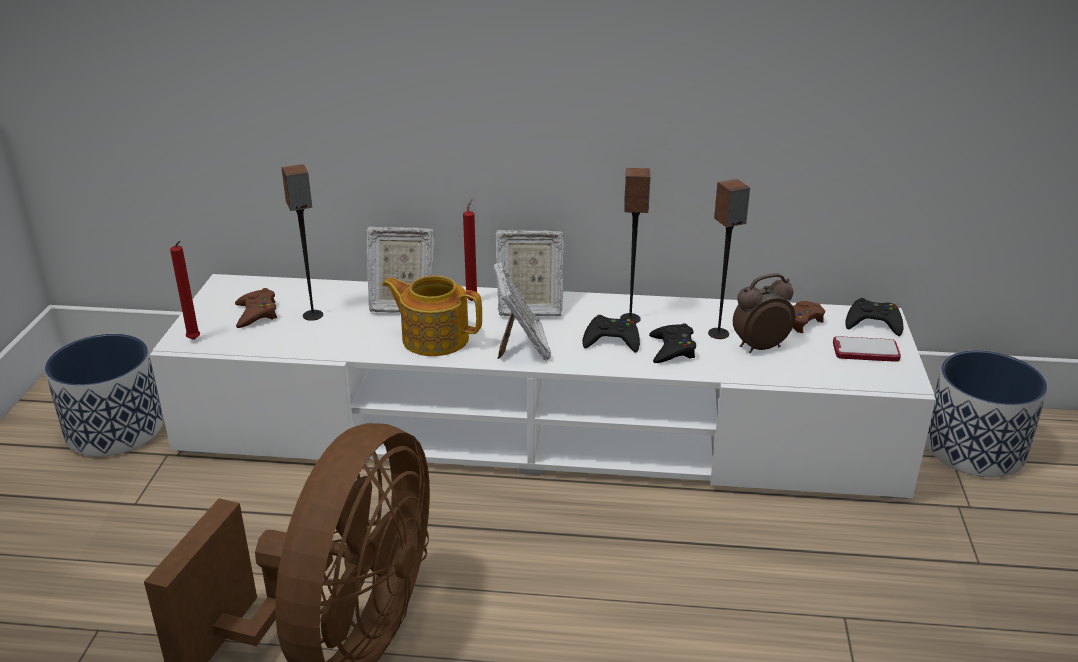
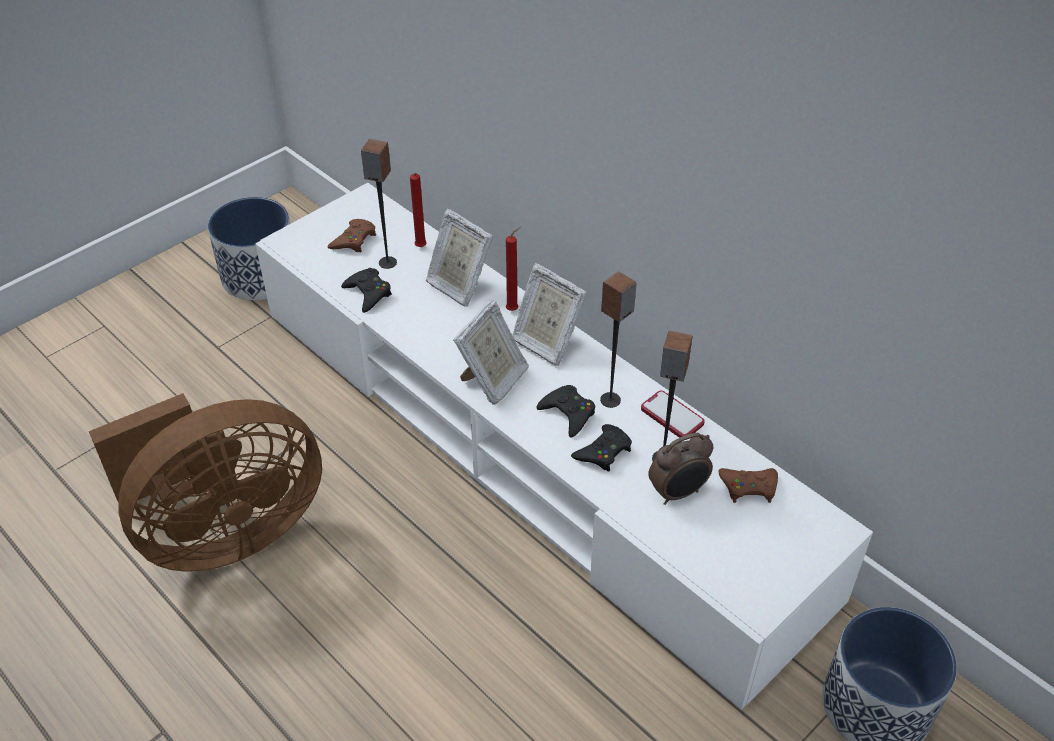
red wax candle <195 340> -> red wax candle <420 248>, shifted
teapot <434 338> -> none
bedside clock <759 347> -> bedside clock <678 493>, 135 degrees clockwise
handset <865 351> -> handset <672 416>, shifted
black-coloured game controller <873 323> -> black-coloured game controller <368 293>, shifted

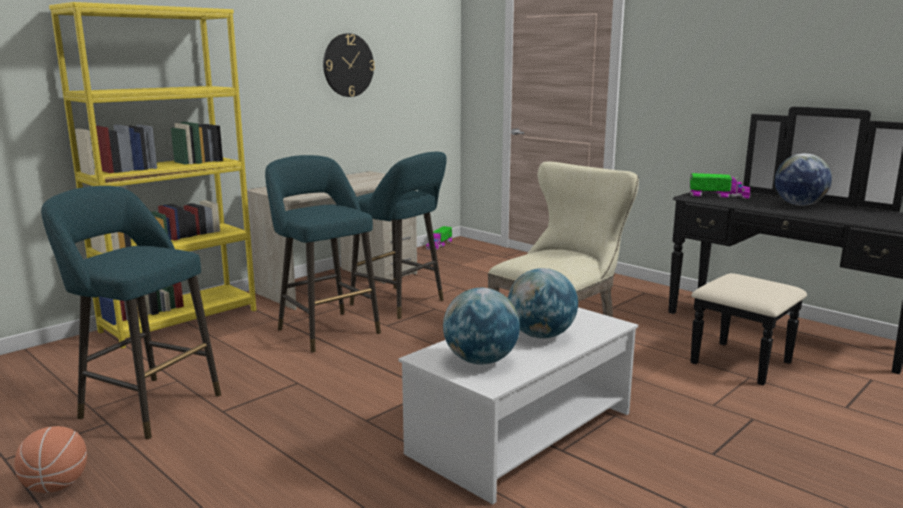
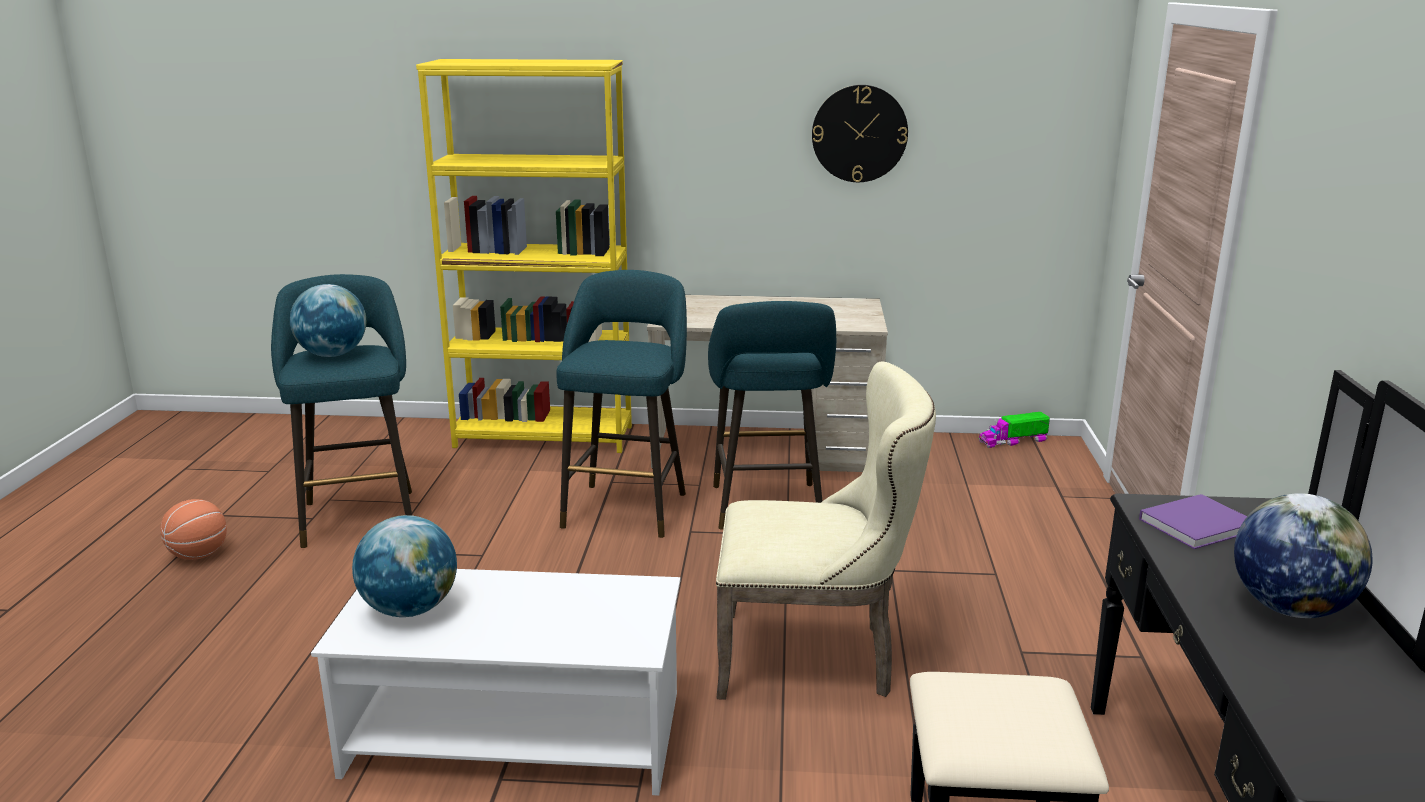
desk globe <541 335> -> desk globe <333 355>, shifted
toy lorry <718 196> -> purple-coloured book <1199 524>

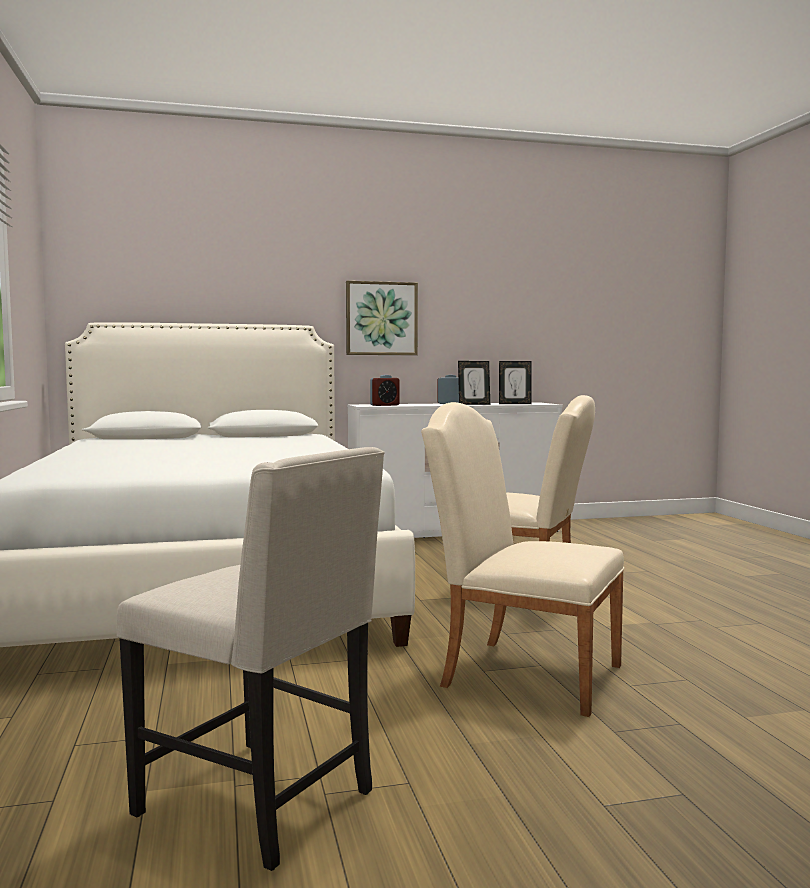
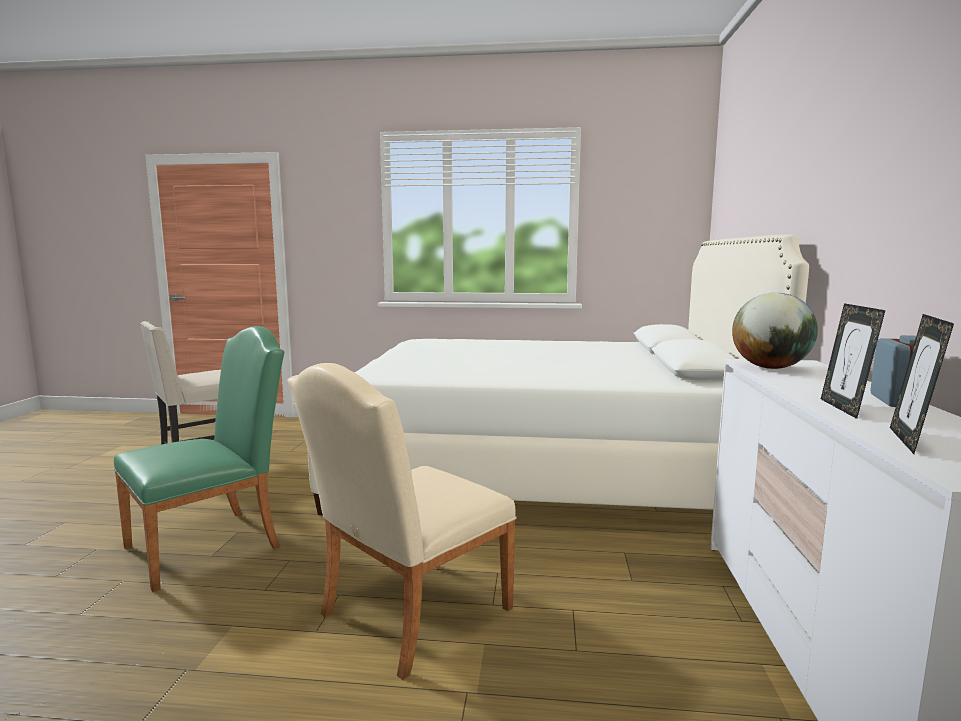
wall picture <381 318> -> none
bedside clock <384 405> -> desk globe <770 368>
beige-coloured plain chair <520 672> -> greenish plain chair <213 543>

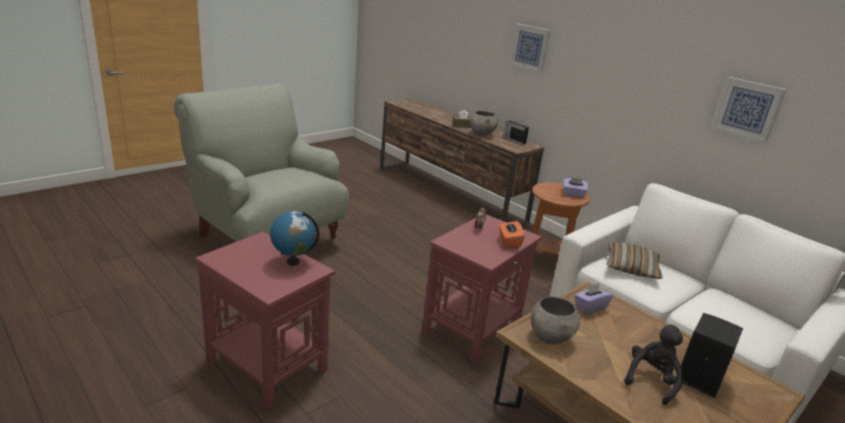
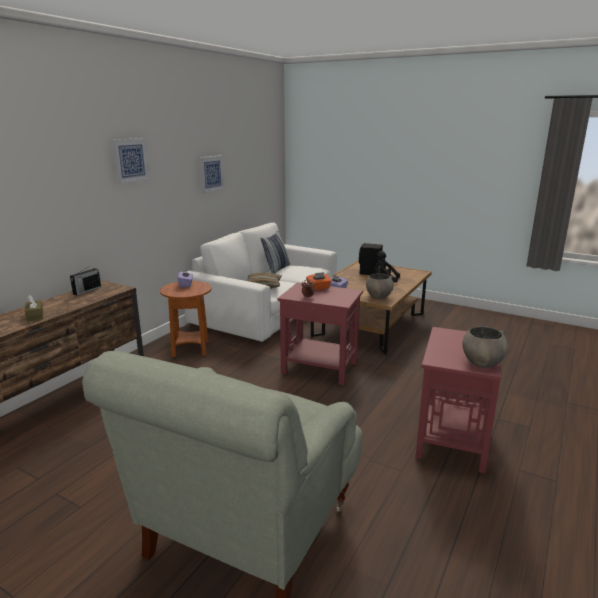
desk globe <293 261> -> none
greyish serving bowl <482 134> -> greyish serving bowl <482 362>, shifted
wall picture <530 47> -> wall picture <130 160>, shifted
none -> pillow <276 269>

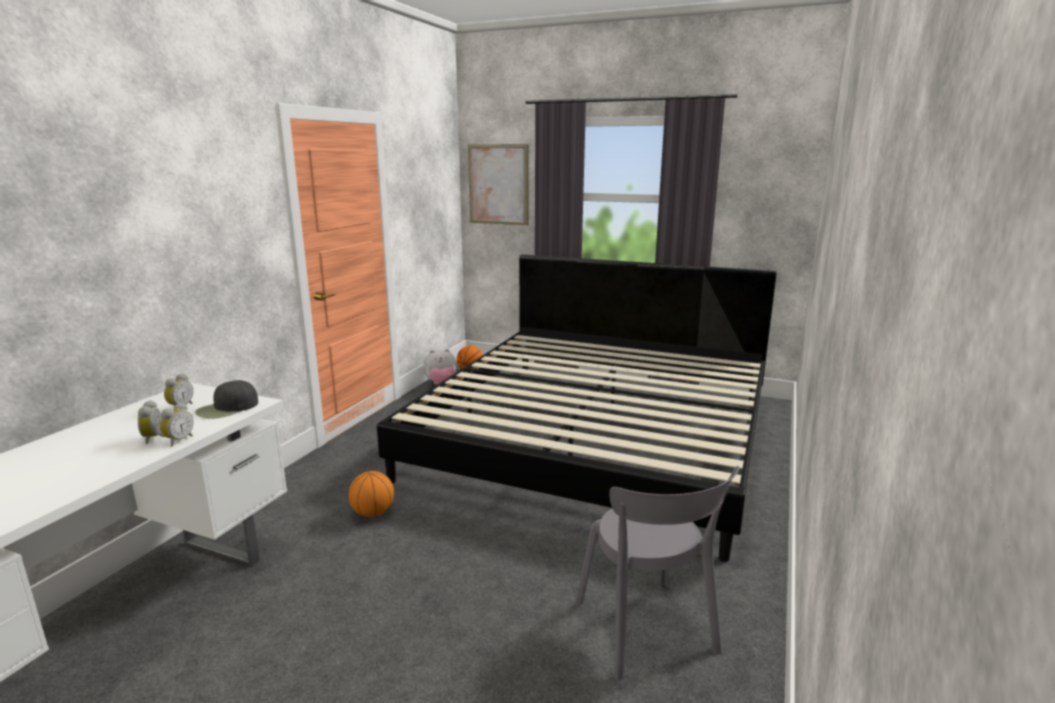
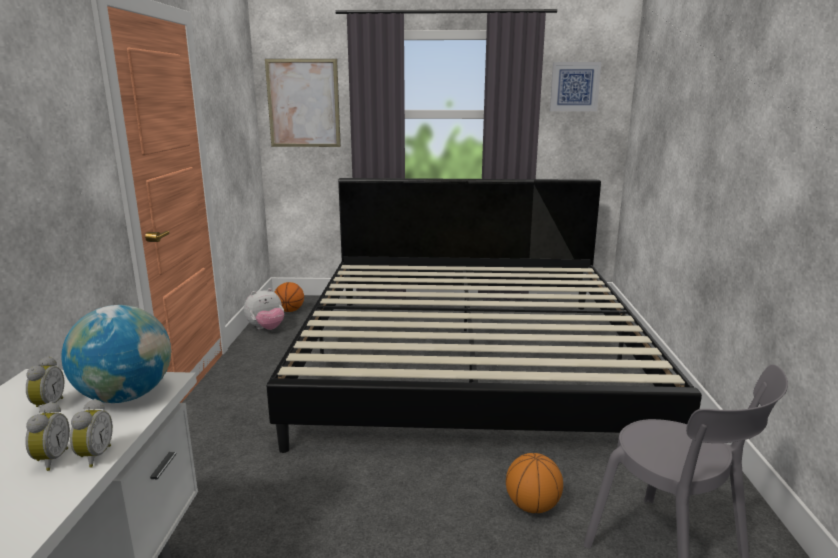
bedside clock <155 438> -> bedside clock <50 460>, 150 degrees counterclockwise
black-coloured baseball cap <227 408> -> desk globe <126 396>
ball for basketball <373 513> -> ball for basketball <532 506>, shifted
none -> wall picture <574 87>

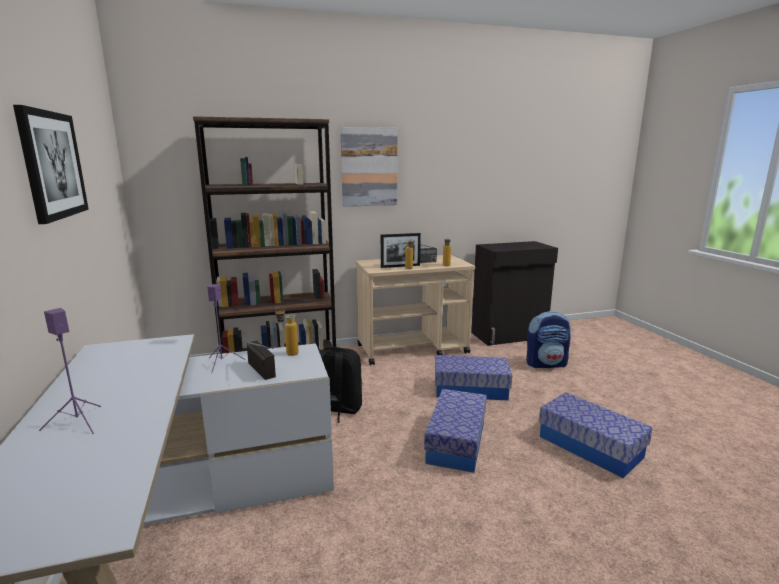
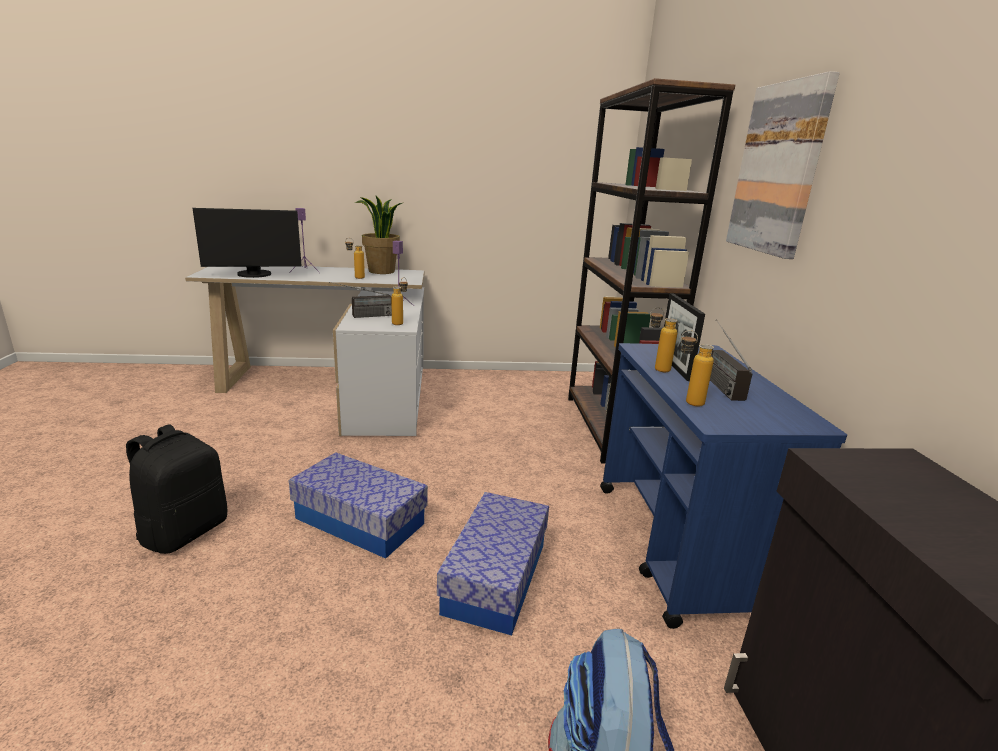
wall picture <52 165> -> none
black-coloured rucksack <337 409> -> black-coloured rucksack <184 531>, shifted
beige-coloured cart <413 349> -> blue cart <679 547>
storage bin <590 447> -> none
none -> monitor <254 275>
none -> bottle <355 277>
none -> plant in a pot <381 271>

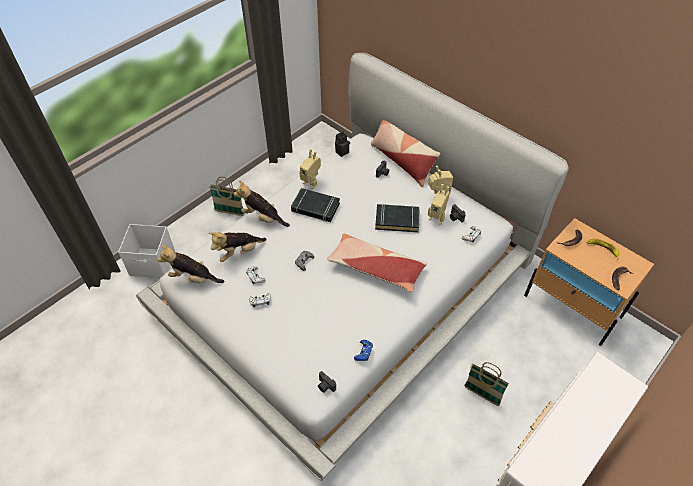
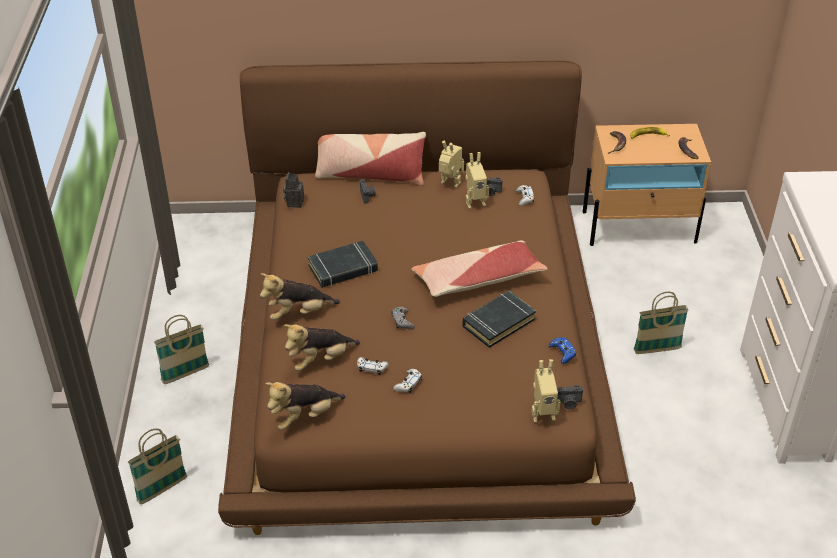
white-coloured storage bin <153 263> -> basket <162 489>
white-coloured bedroom bed <346 285> -> brown bedroom bed <418 351>
cuddly toy <239 252> -> cuddly toy <321 360>, 45 degrees clockwise
model robot <311 182> -> model robot <542 413>, shifted
black-coloured book <397 220> -> black-coloured book <498 322>, shifted

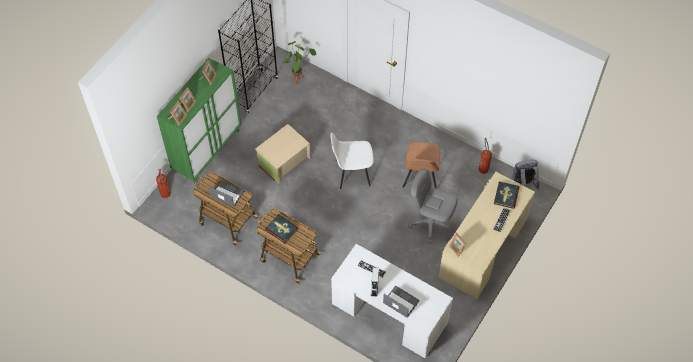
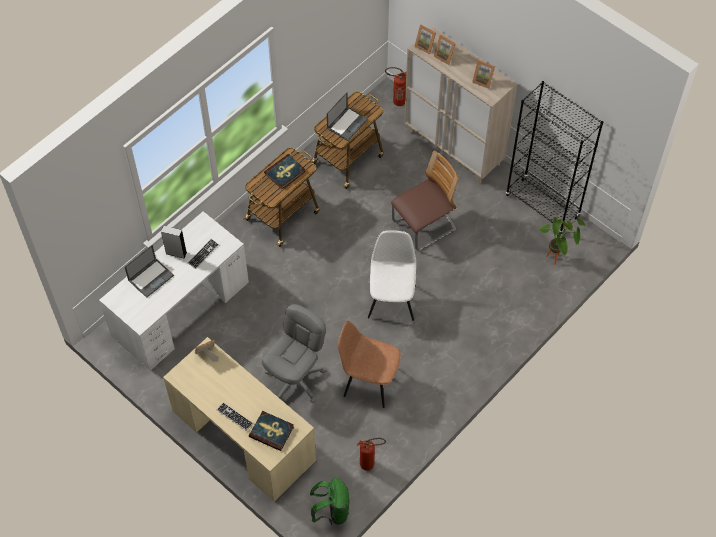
greenish cabinet <207 151> -> beige-coloured cabinet <454 148>
beige-coloured storage bin <283 161> -> plain chair <424 226>
greyish rucksack <522 184> -> greenish rucksack <332 511>

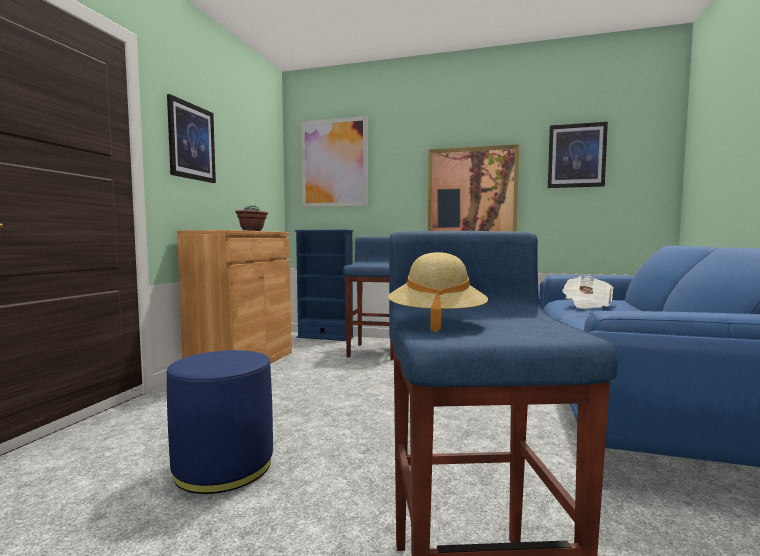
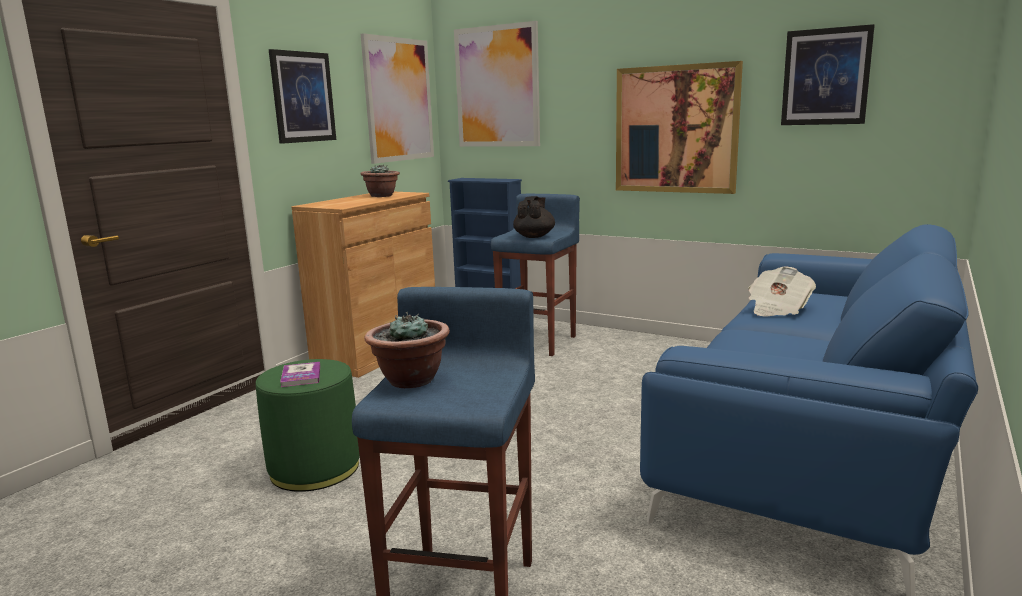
blue pouffe <224 466> -> greenish pouffe <315 468>
beige-coloured hat <436 321> -> plant in a pot <410 380>
none -> book <301 376>
none -> wall picture <398 100>
none -> black-coloured teapot <534 236>

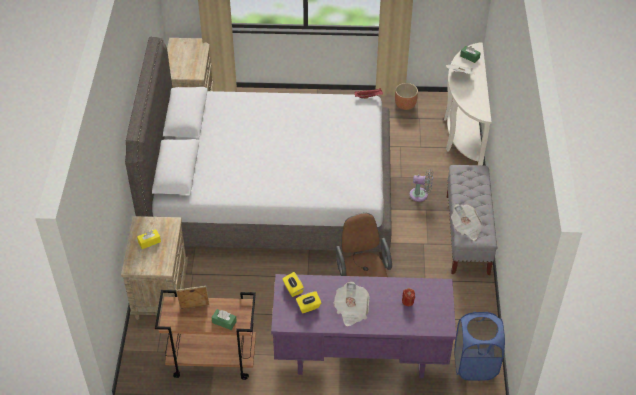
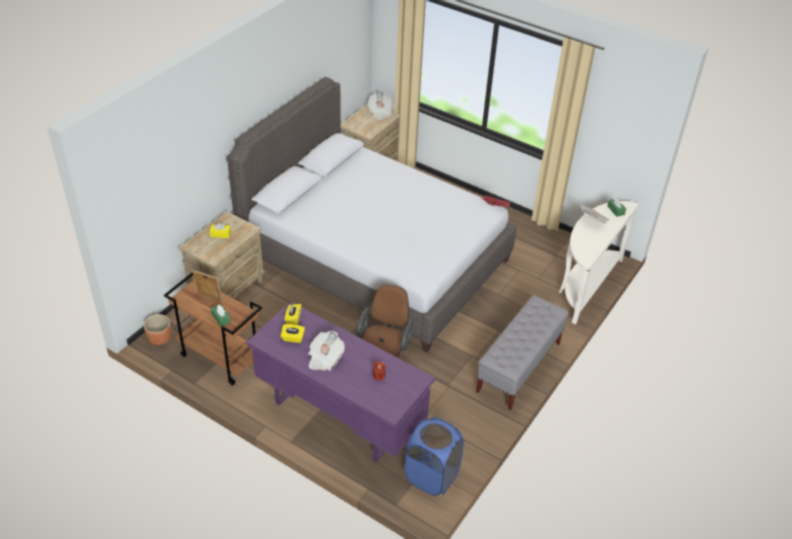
brown plant pot <405 105> -> brown plant pot <160 339>, shifted
greyish cooling fan <421 195> -> none
printed paper <466 228> -> printed paper <380 112>, shifted

